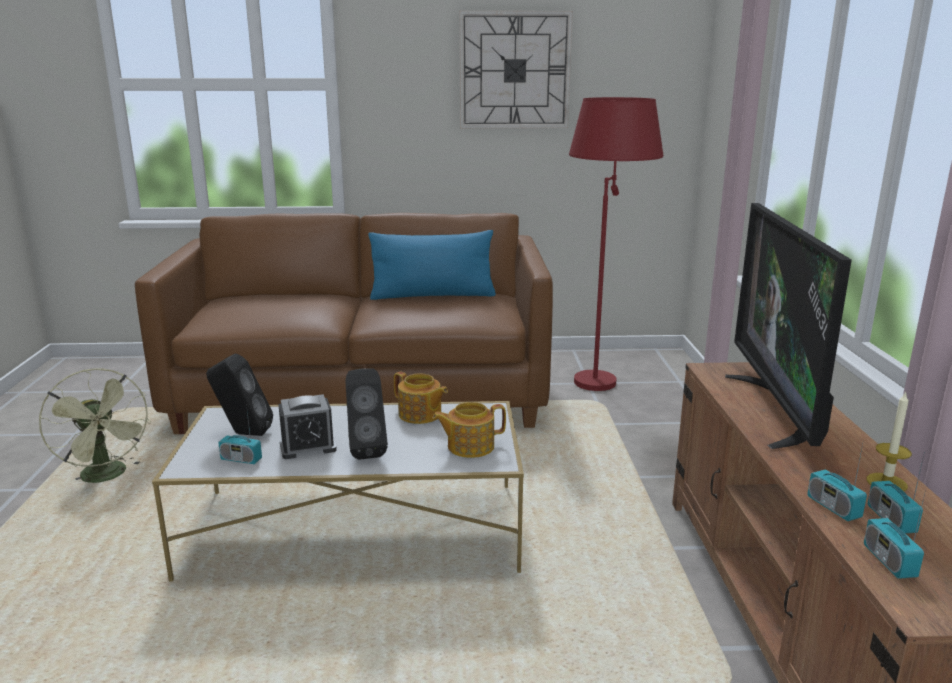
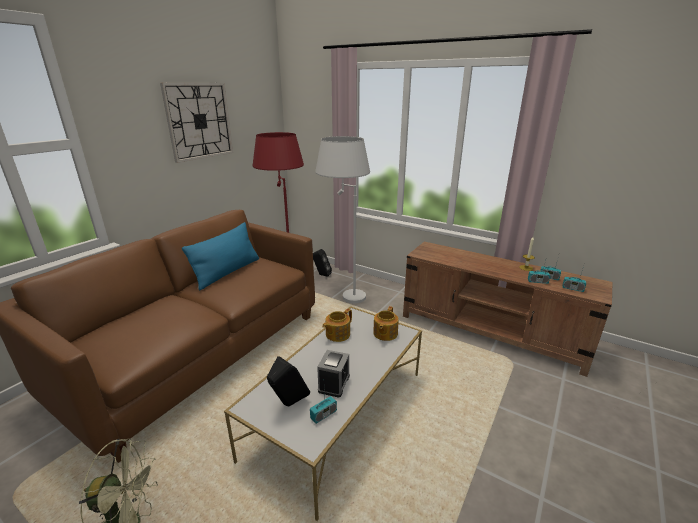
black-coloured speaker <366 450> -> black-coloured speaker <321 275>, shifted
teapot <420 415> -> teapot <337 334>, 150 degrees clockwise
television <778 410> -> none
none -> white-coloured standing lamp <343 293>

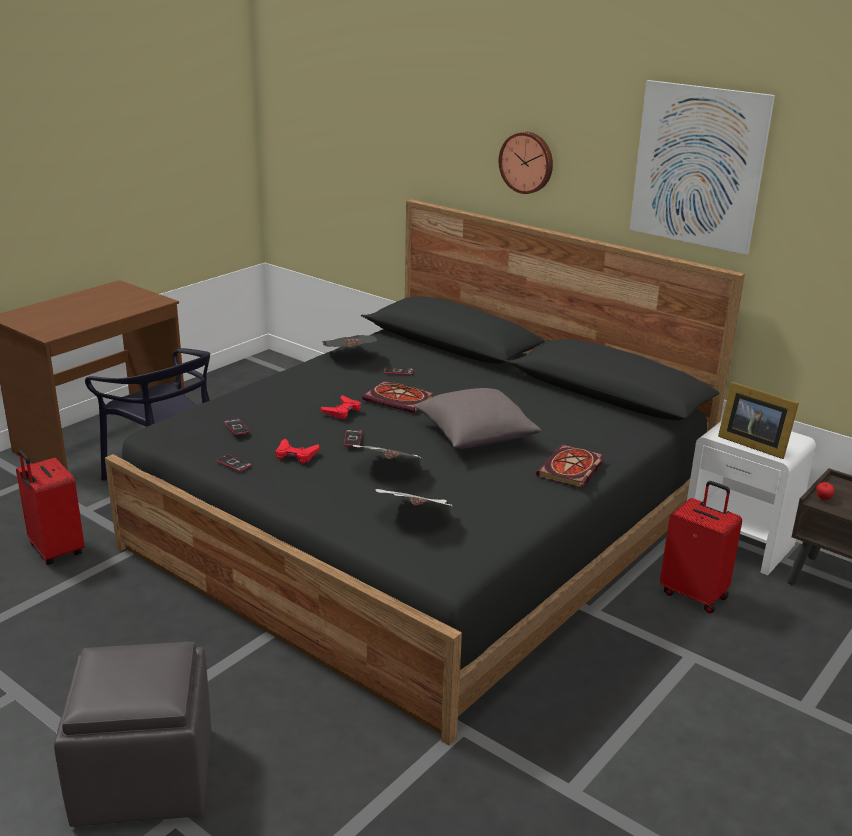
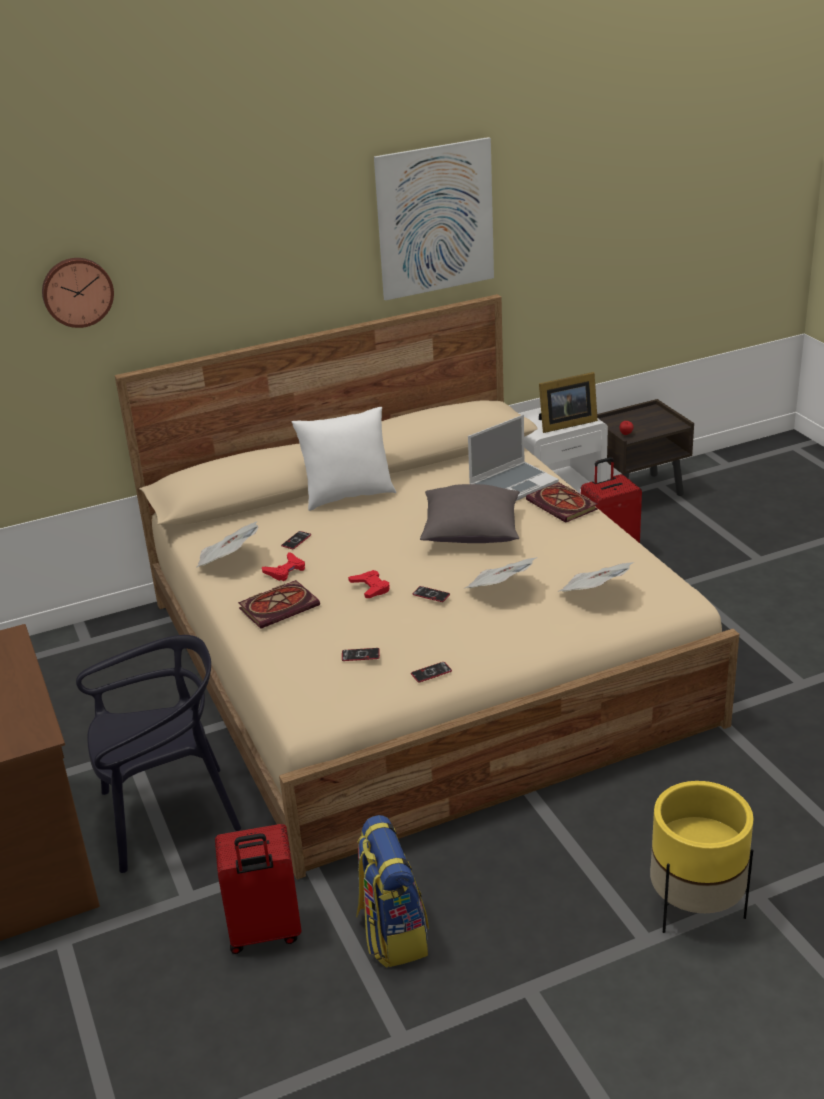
greyish pouffe <146 775> -> yellow-coloured plant pot <696 907>
black-coloured bedroom bed <424 529> -> beige-coloured bedroom bed <419 659>
red game controller <295 455> -> red game controller <285 571>, shifted
book <400 400> -> book <280 606>, shifted
clock on the wall <527 162> -> clock on the wall <77 291>, shifted
none -> white-coloured pillow <348 496>
none -> rucksack <392 933>
none -> notebook computer <513 484>

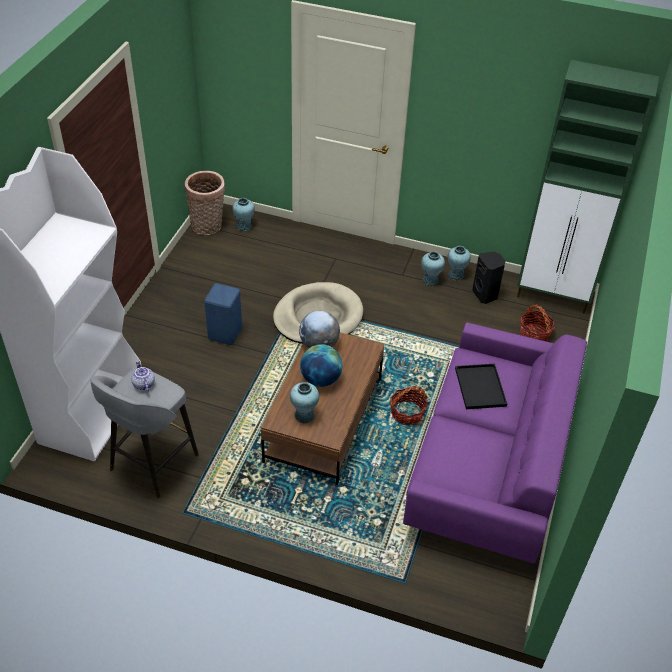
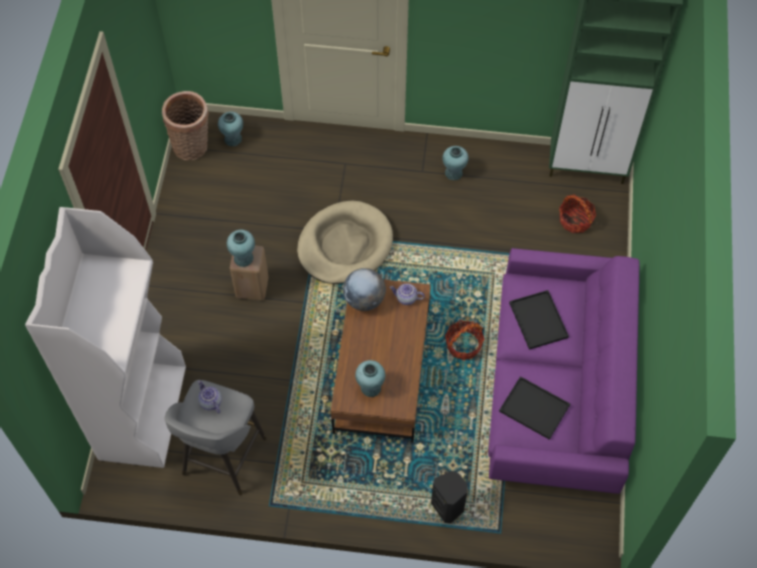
blue stool <226 333> -> beige-coloured stool <253 286>
desk globe <320 379> -> none
turquoise decorative vase <456 275> -> turquoise decorative vase <243 258>, shifted
black-coloured speaker <486 294> -> black-coloured speaker <448 506>, shifted
none -> teapot <406 298>
none -> black-coloured tray <533 408>

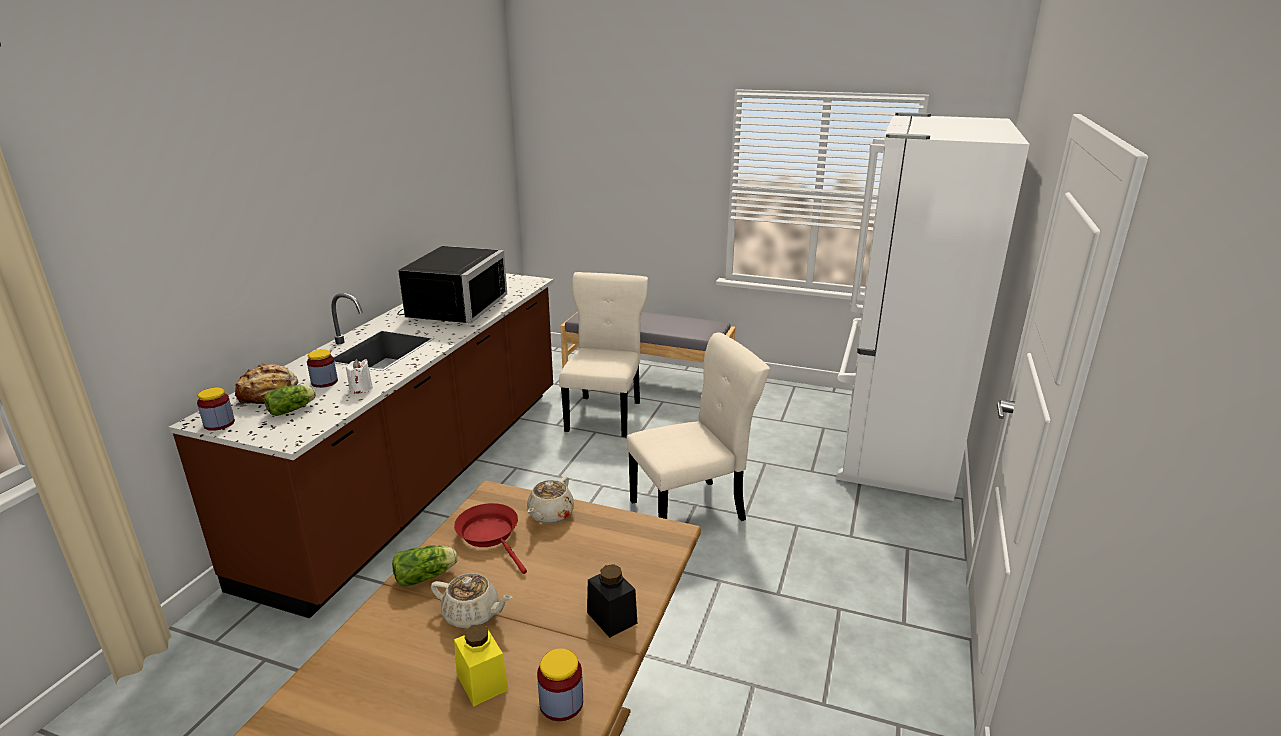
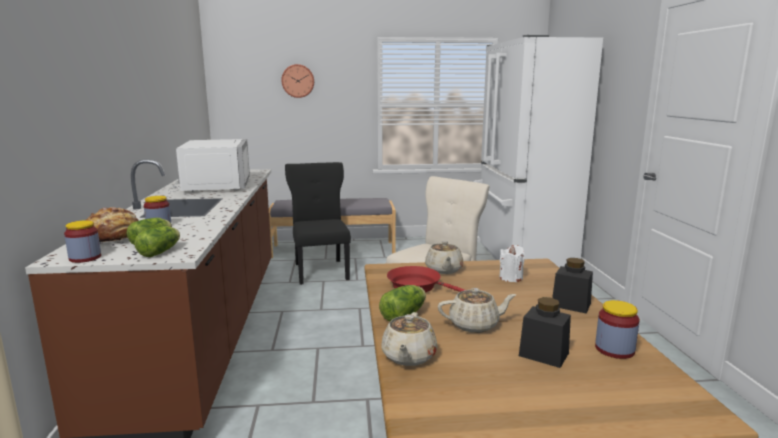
white-coloured wax candle <361 389> -> white-coloured wax candle <511 278>, shifted
black-coloured kitchen microwave <451 307> -> white-coloured kitchen microwave <211 185>
yellow-coloured jar <482 682> -> black-coloured jar <543 354>
beige-coloured plain chair <605 414> -> black-coloured plain chair <321 271>
none -> lettuce head <161 251>
none -> clock on the wall <298 81>
none -> beige-coloured teapot <408 357>

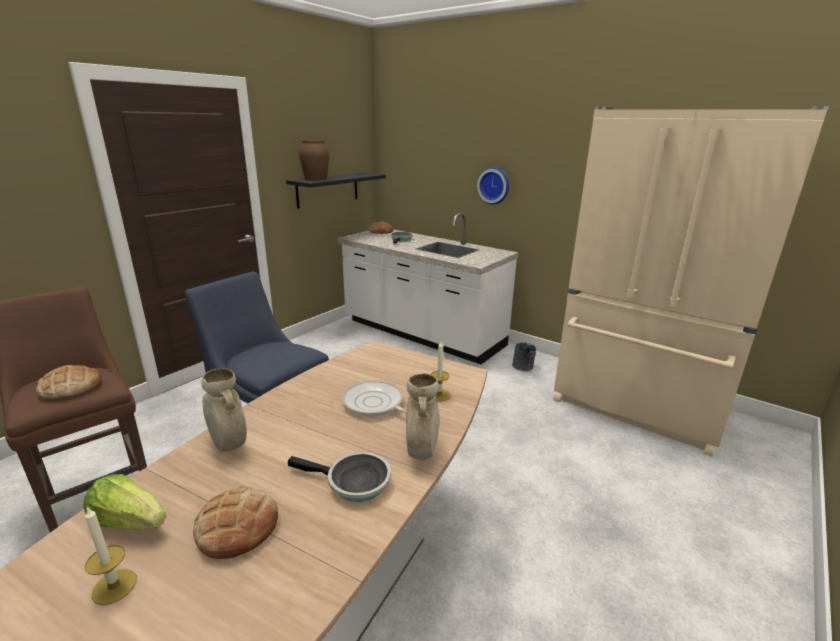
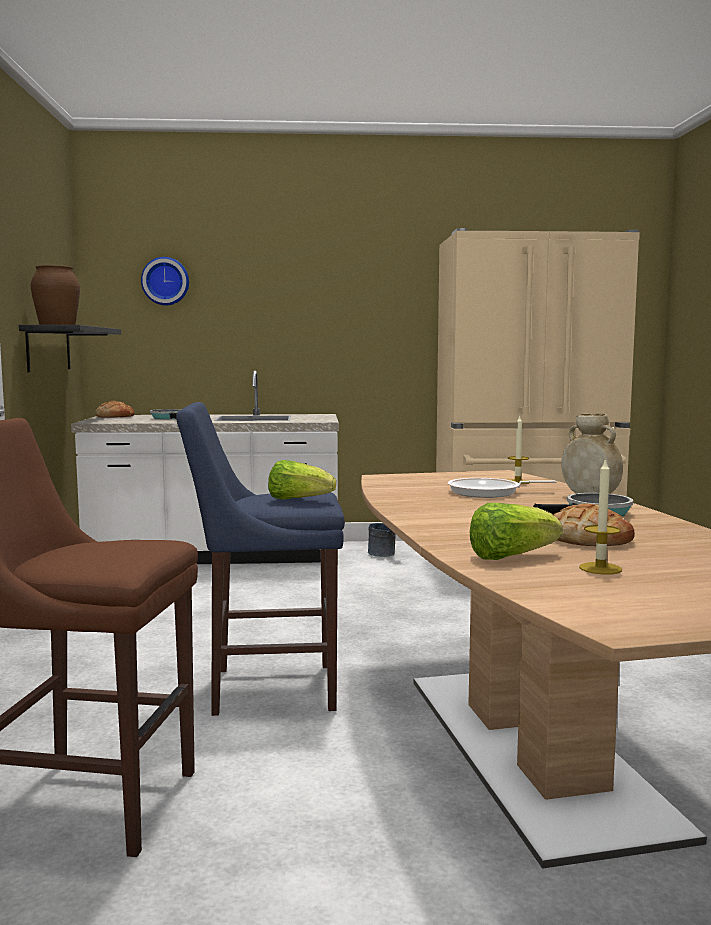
baked bread <70 387> -> none
beige-coloured decorative vase <228 444> -> none
clock on the wall <494 185> -> clock on the wall <165 281>, shifted
none -> lettuce head <298 500>

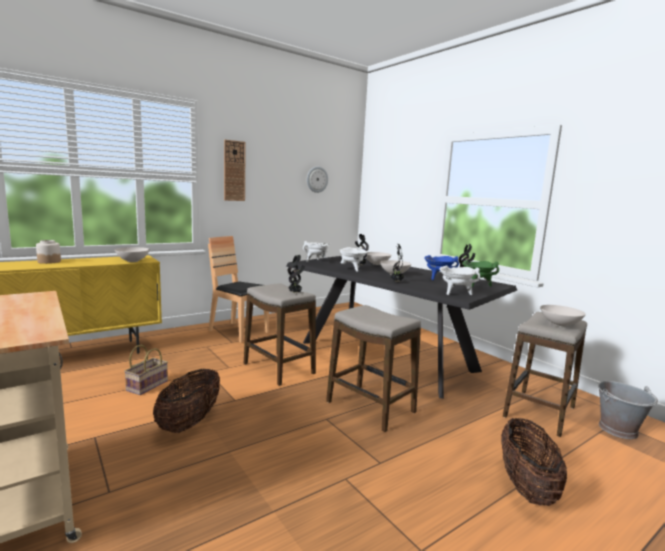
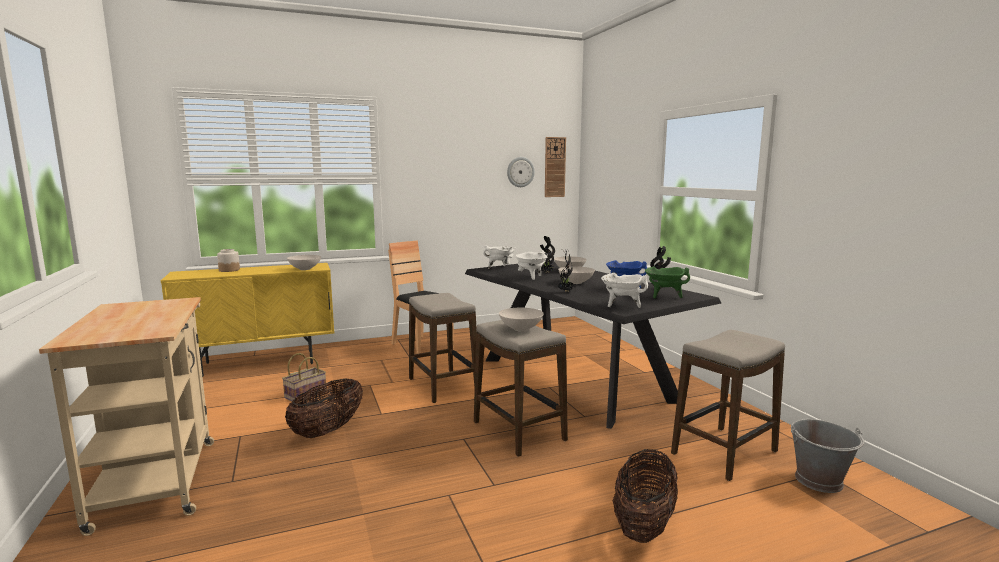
clock on the wall <234 171> -> clock on the wall <554 167>, shifted
plant in a pot <295 293> -> none
white-coloured serving bowl <559 324> -> white-coloured serving bowl <520 329>, shifted

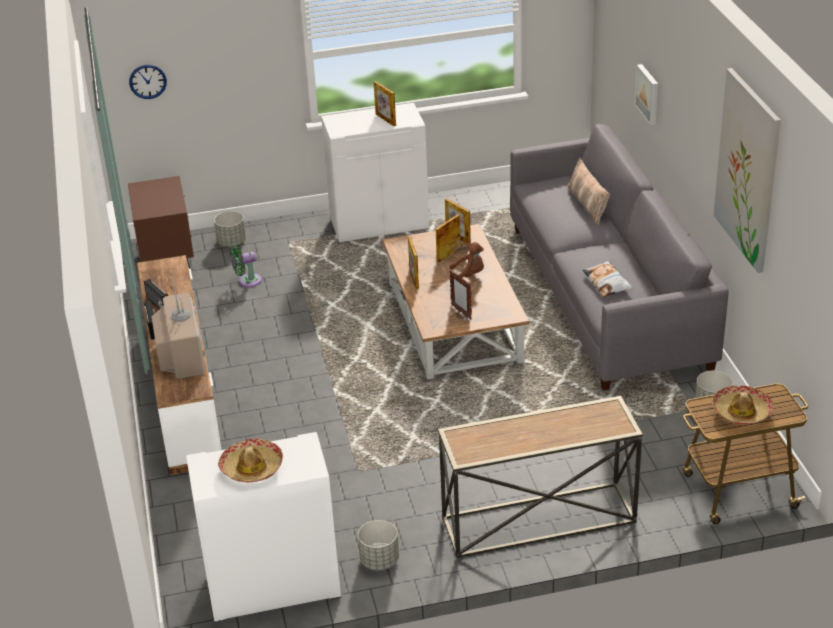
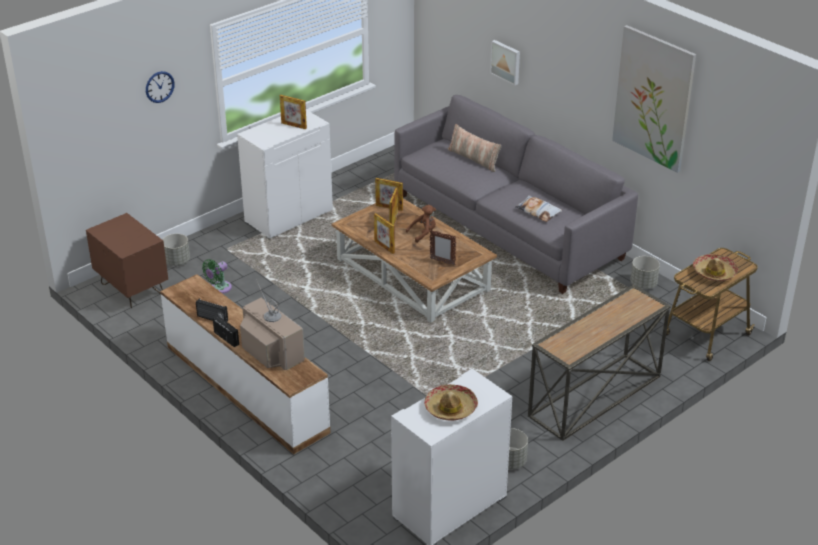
clock on the wall <147 81> -> clock on the wall <159 87>, shifted

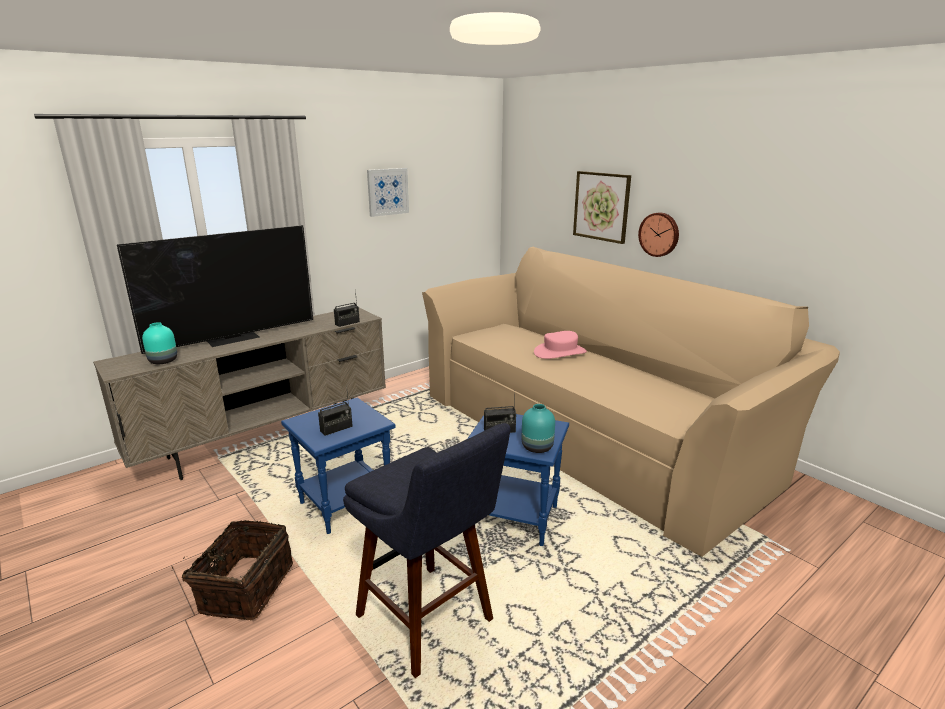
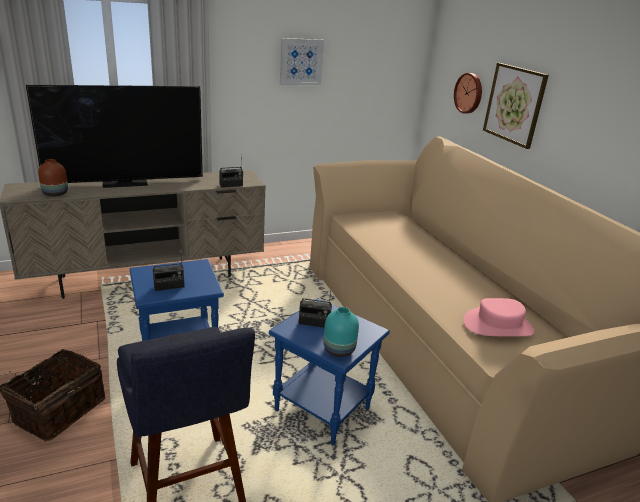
turquoise decorative vase <163 361> -> brown decorative vase <55 193>
pink hat <560 352> -> pink hat <498 326>, shifted
clock on the wall <659 234> -> clock on the wall <469 93>, shifted

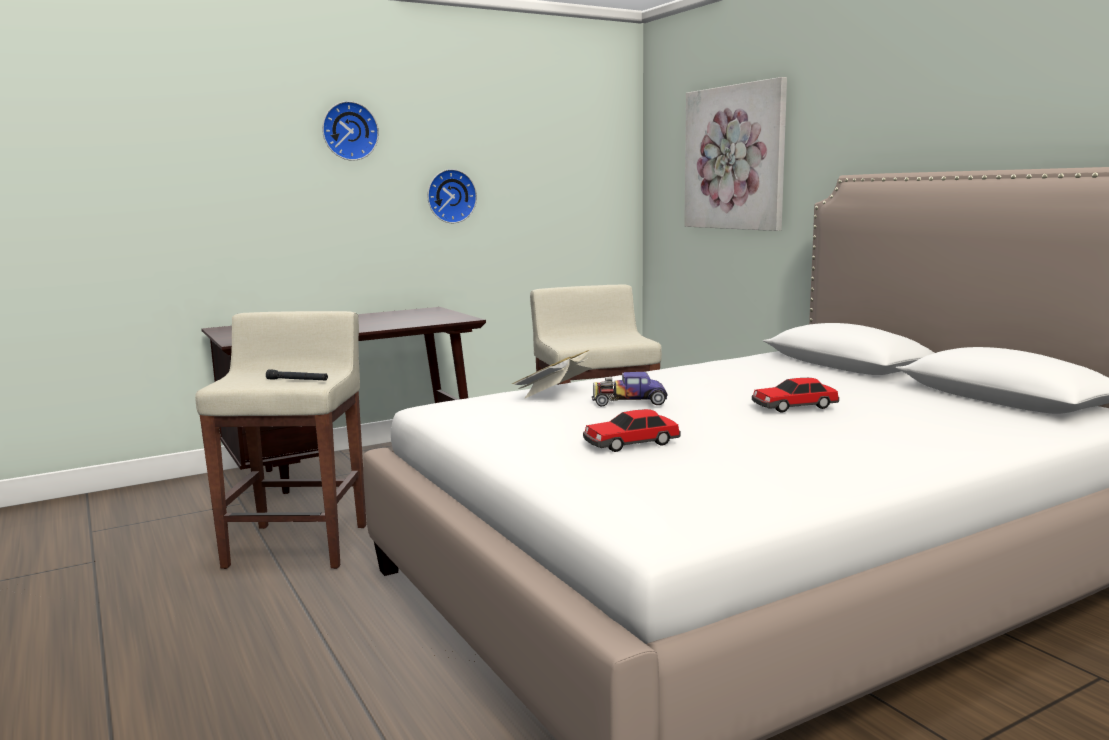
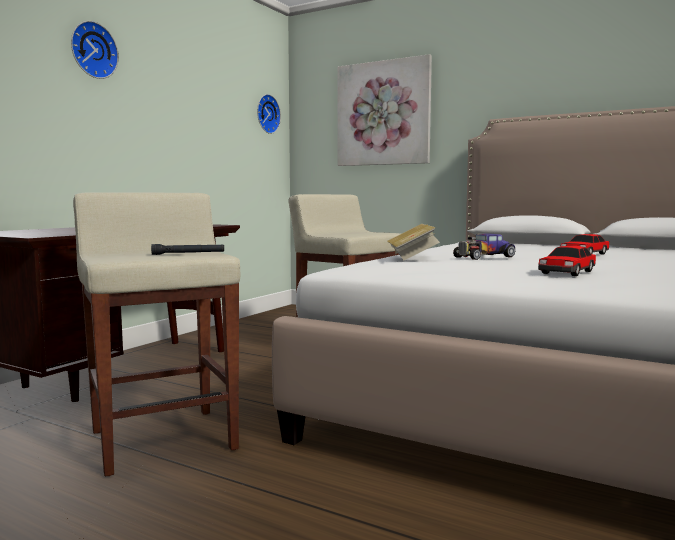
clock on the wall <450 196> -> clock on the wall <266 114>, shifted

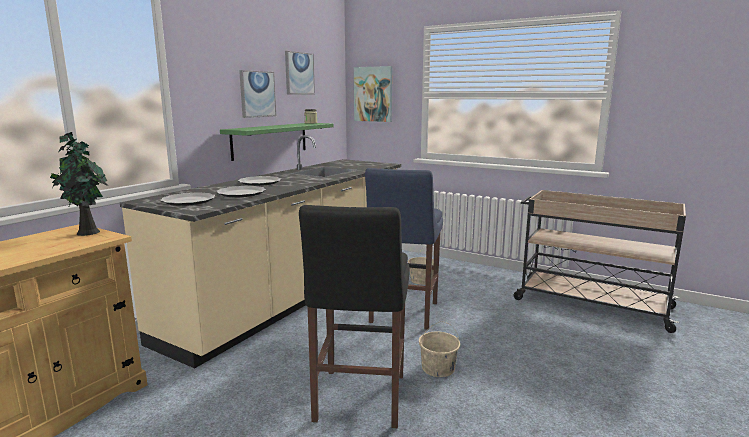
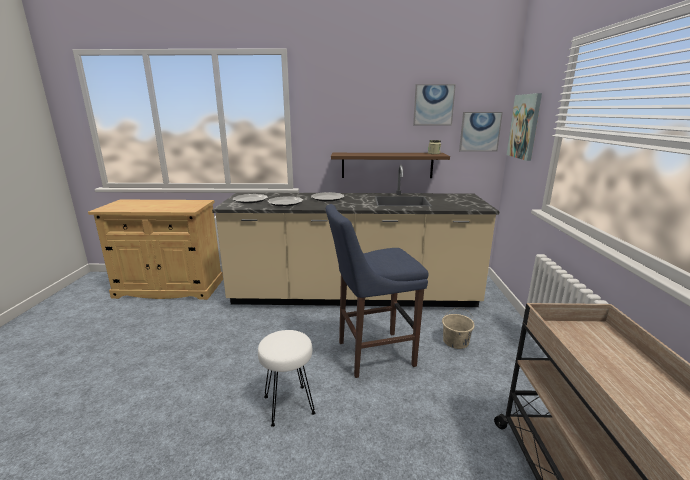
plant in a pot <86 232> -> none
greenish bracket shelf <270 140> -> brown bracket shelf <387 165>
wall picture <257 94> -> wall picture <480 131>, shifted
black-coloured stool <358 400> -> none
beige-coloured pail <438 368> -> white-coloured stool <288 405>

